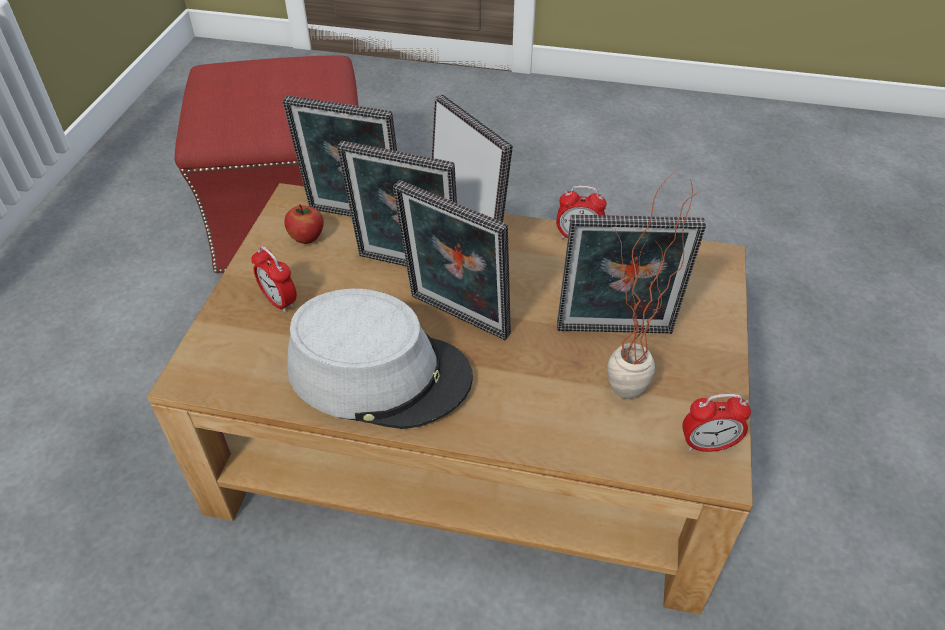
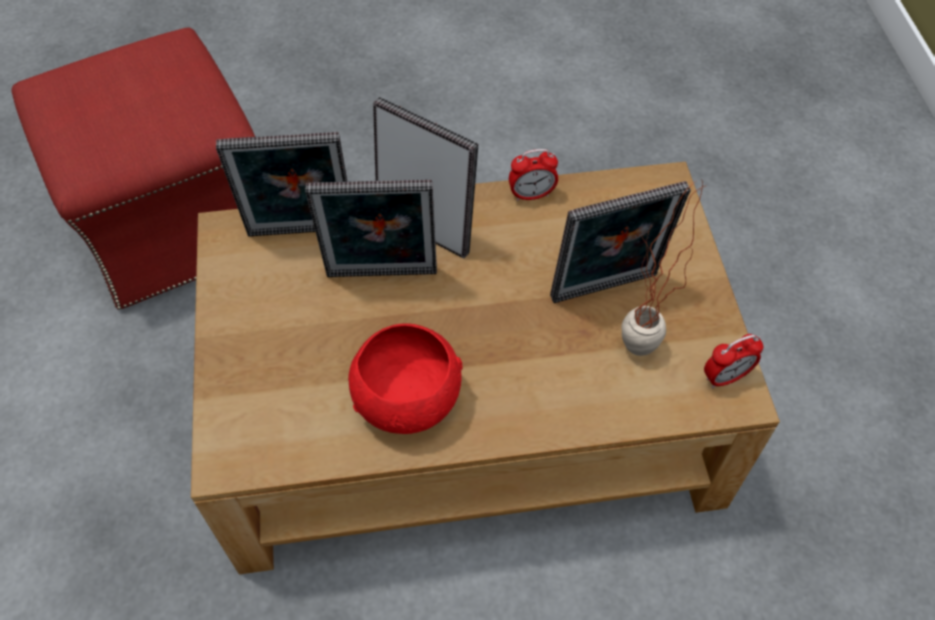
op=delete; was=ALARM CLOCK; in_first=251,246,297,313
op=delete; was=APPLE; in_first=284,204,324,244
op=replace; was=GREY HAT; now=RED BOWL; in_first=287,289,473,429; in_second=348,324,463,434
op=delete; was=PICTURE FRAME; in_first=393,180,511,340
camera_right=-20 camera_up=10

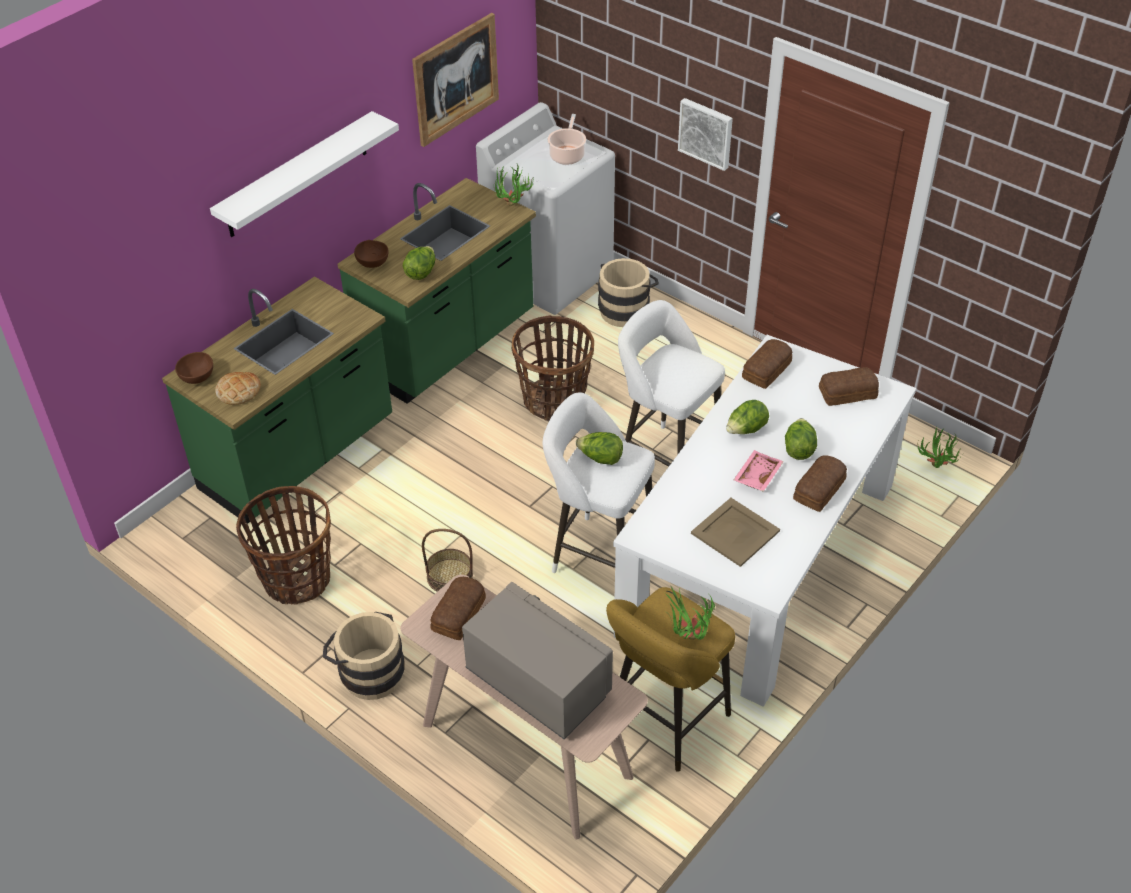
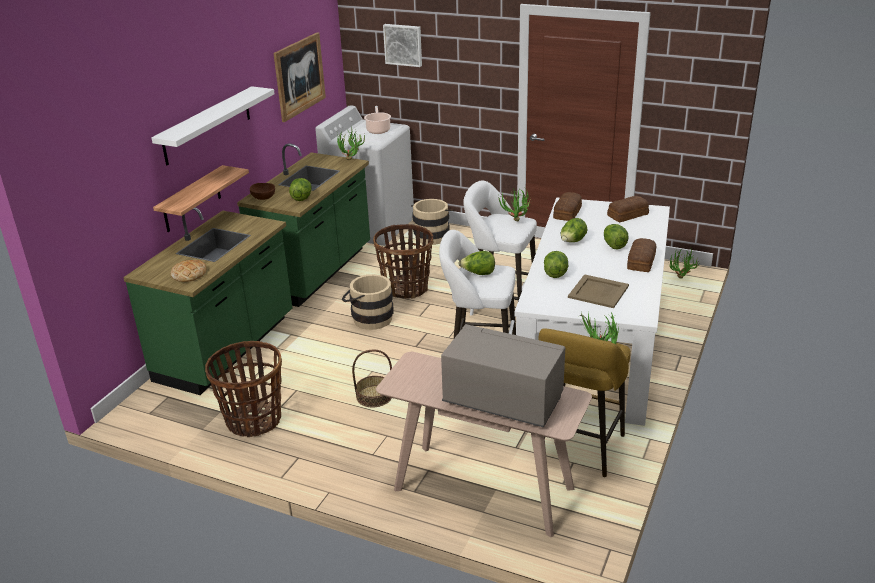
op=delete; was=BROWN BOWL; in_first=175,352,213,384
op=move; was=BEIGE BUCKET; in_first=323,612,404,700; in_second=342,274,394,330
op=delete; was=BREAD; in_first=430,577,486,640
op=move; was=PICTURE; in_first=678,98,733,171; in_second=383,24,422,67
op=delete; was=PINK TRAY; in_first=734,450,784,492
op=insert; now=SHELF; in_second=153,165,249,232
op=insert; now=POTTED PLANT; in_second=498,189,530,221
op=insert; now=LETTUCE; in_second=544,251,568,278
camera_right=-15 camera_up=-15

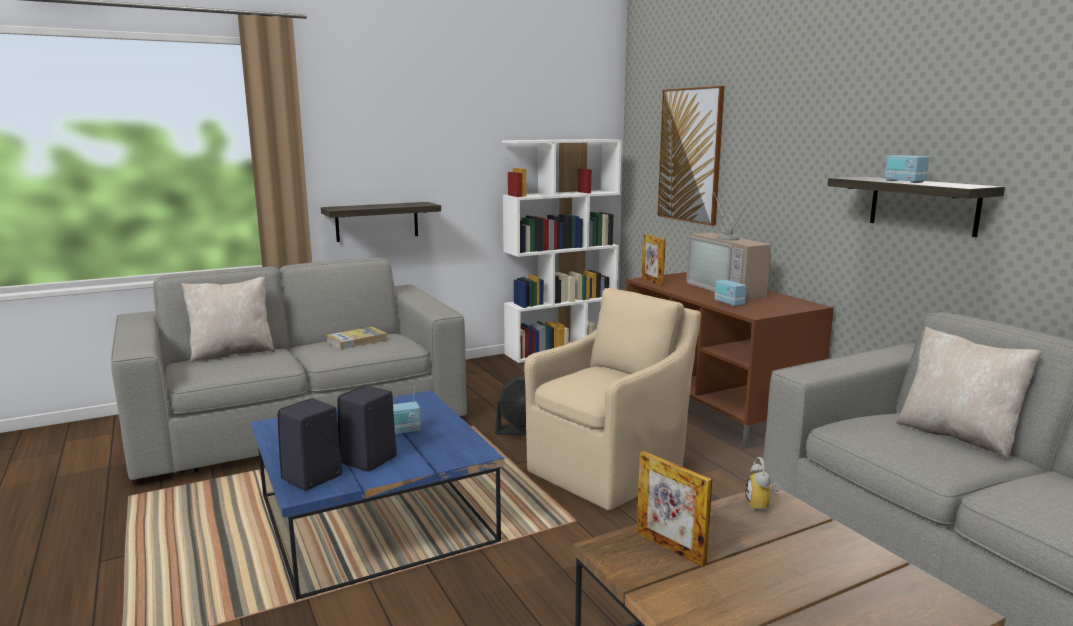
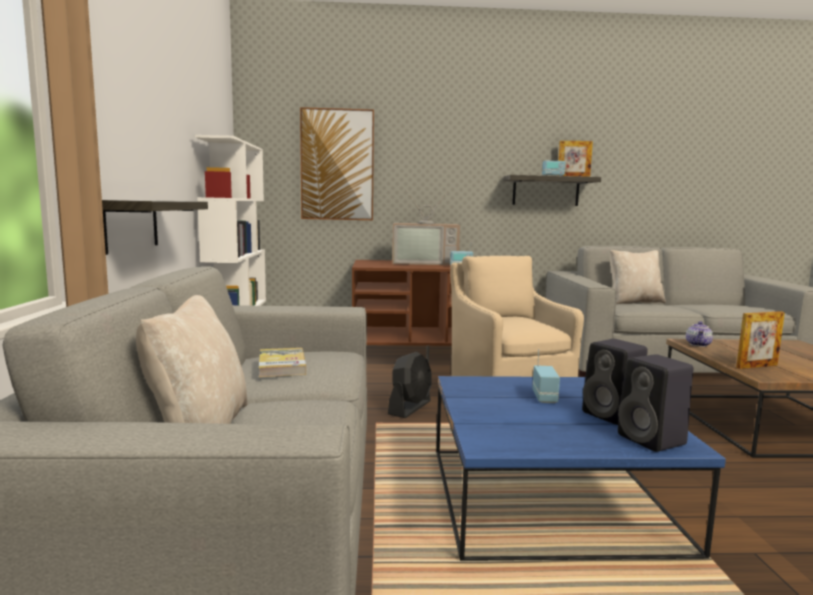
op=move; was=PICTURE FRAME; in_first=642,234,666,286; in_second=557,141,593,177
op=replace; was=ALARM CLOCK; now=TEAPOT; in_first=745,457,780,513; in_second=686,321,713,347
camera_right=-65 camera_up=-5

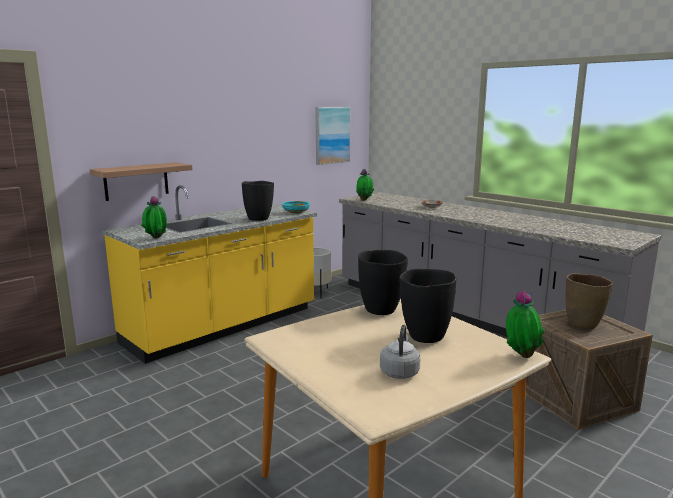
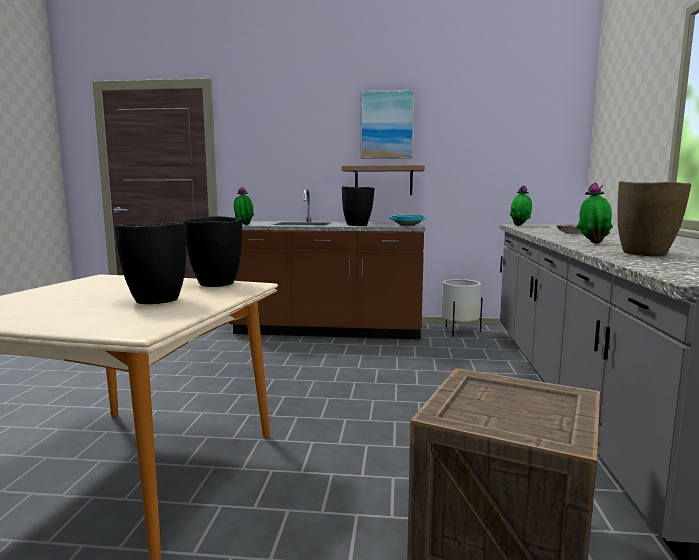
op=move; was=SHELF; in_first=89,162,192,201; in_second=342,165,425,195
op=recolor; was=YELLOW COUNTER; now=BROWN COUNTER; in_first=102,185,317,364; in_second=229,189,425,339
op=move; was=PICTURE; in_first=316,107,351,165; in_second=361,90,414,159
op=delete; was=GREY KETTLE; in_first=380,325,421,379
op=move; was=POTTED PLANT; in_first=506,291,545,358; in_second=576,183,613,244
op=move; was=BROWN VASE; in_first=565,273,613,330; in_second=617,181,691,257
camera_right=50 camera_up=-5

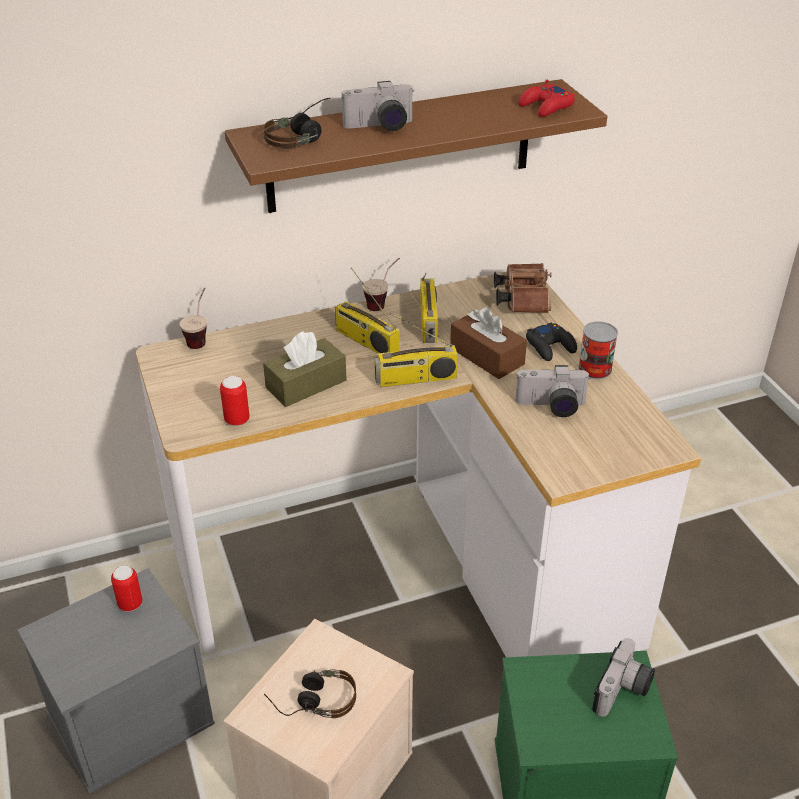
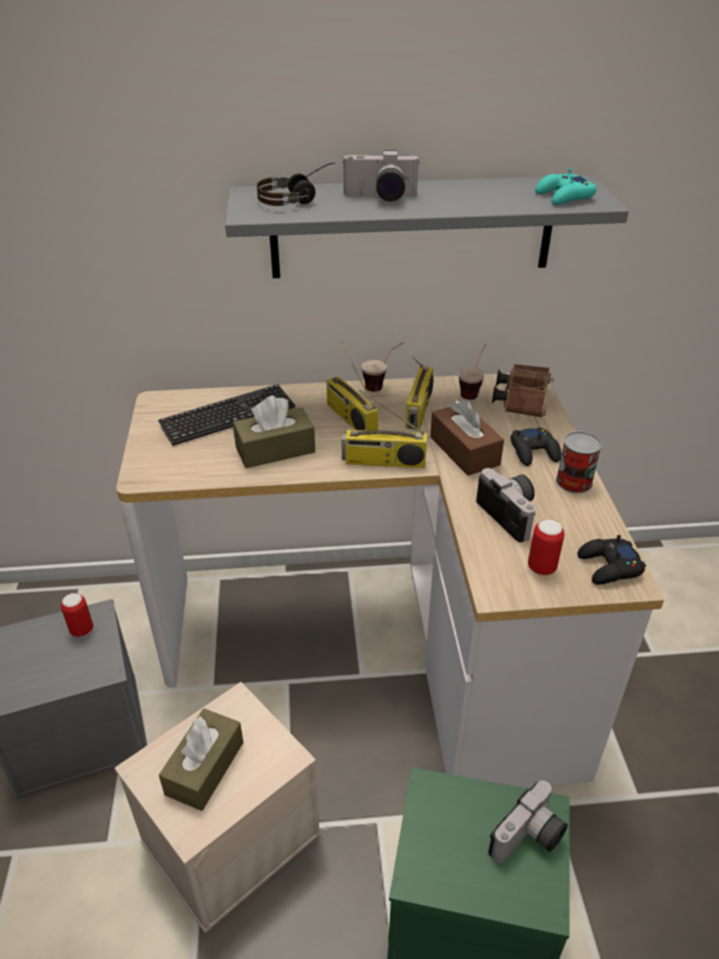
op=move; was=CUP; in_first=179,288,207,349; in_second=458,343,486,400
op=move; was=CAN; in_first=220,376,250,426; in_second=528,519,564,575
op=recolor; was=BROWN SHELF; now=GREY SHELF; in_first=225,79,608,213; in_second=225,175,629,278
op=replace; was=HEADPHONES; now=BROWN TISSUE BOX; in_first=264,669,356,718; in_second=159,709,244,811
op=rotate; was=PHOTO CAMERA; in_first=515,365,590,417; in_second=476,468,536,542; clockwise=-135
op=recolor; was=RED GAME CONTROLLER; now=TURQUOISE GAME CONTROLLER; in_first=518,80,575,117; in_second=535,168,597,205
op=insert; now=KEYBOARD; in_second=158,384,295,446
op=insert; now=BLACK GAME CONTROLLER; in_second=577,535,646,585
camera_right=15 camera_up=0

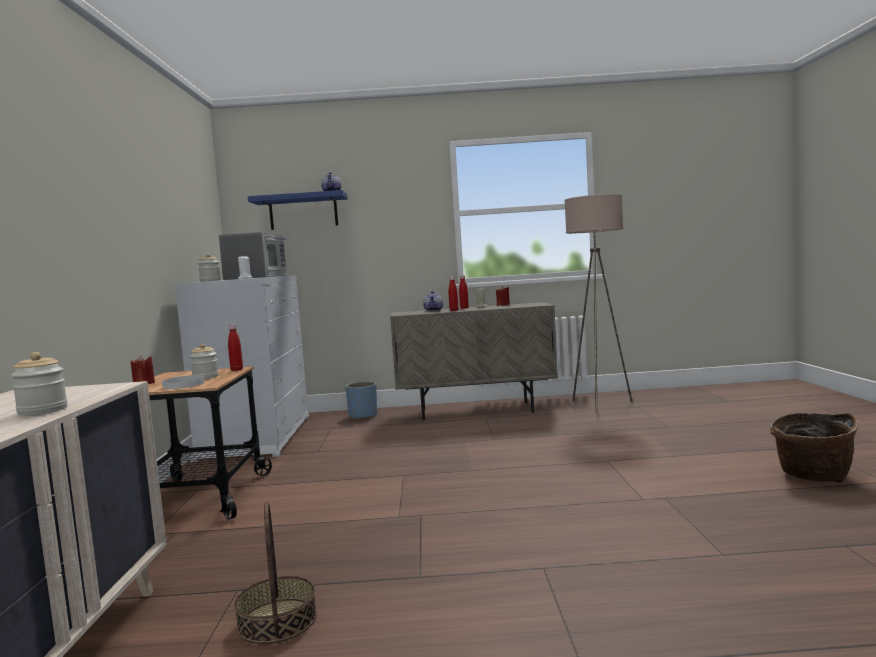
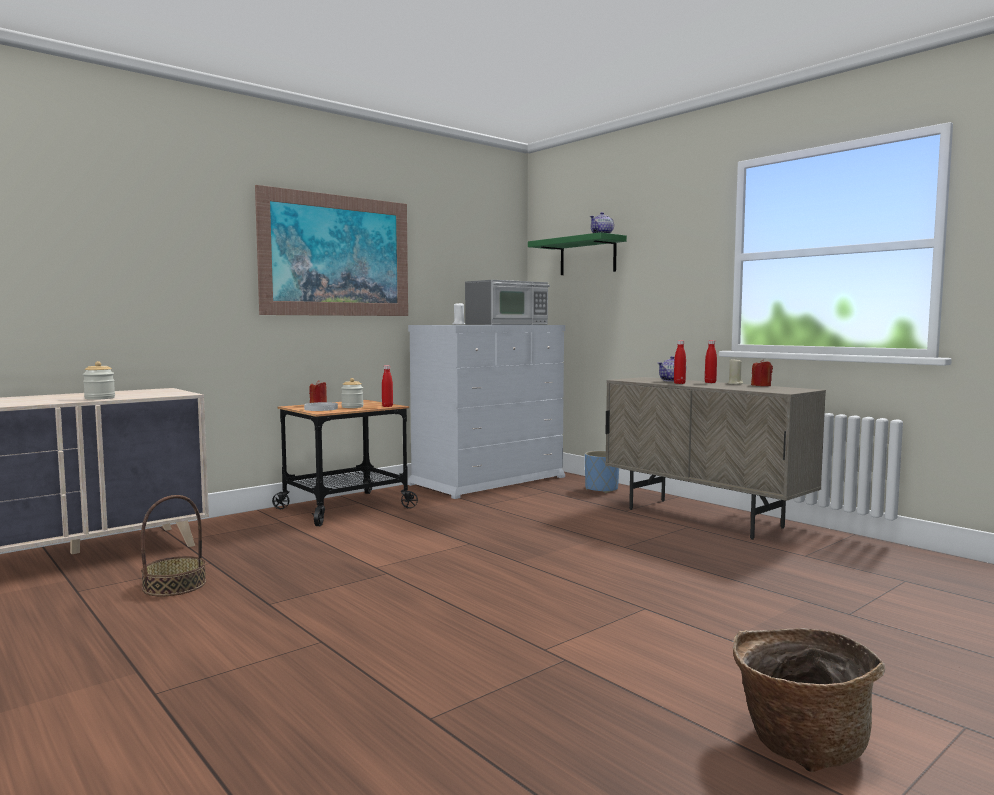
op=delete; was=JAR; in_first=198,254,221,281
op=recolor; was=BLUE SHELF; now=GREEN SHELF; in_first=248,190,348,230; in_second=528,232,627,275
op=delete; was=BEIGE FLOOR LAMP; in_first=564,194,632,413
op=insert; now=PICTURE; in_second=255,185,408,316
camera_right=50 camera_up=0

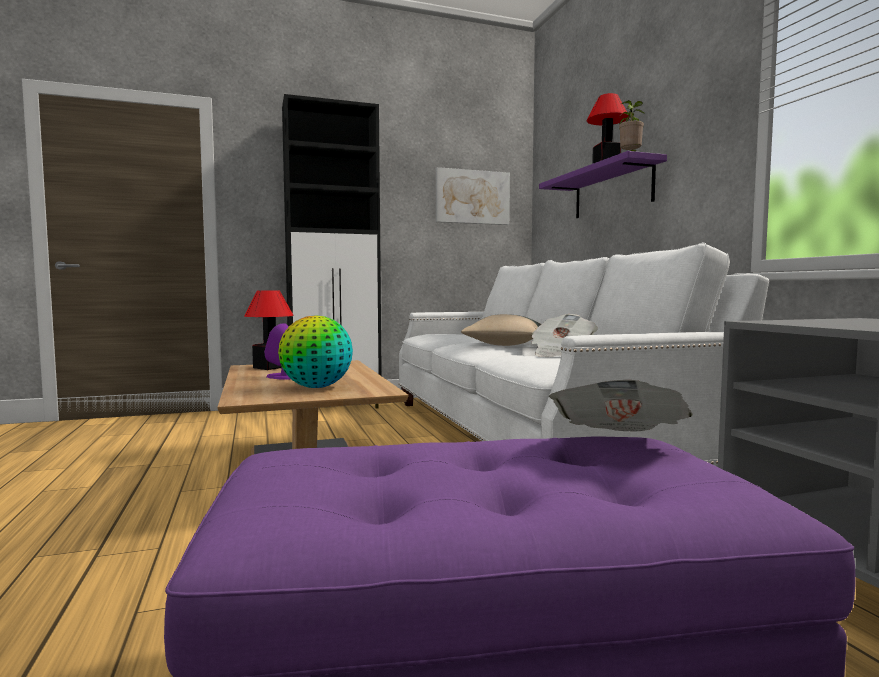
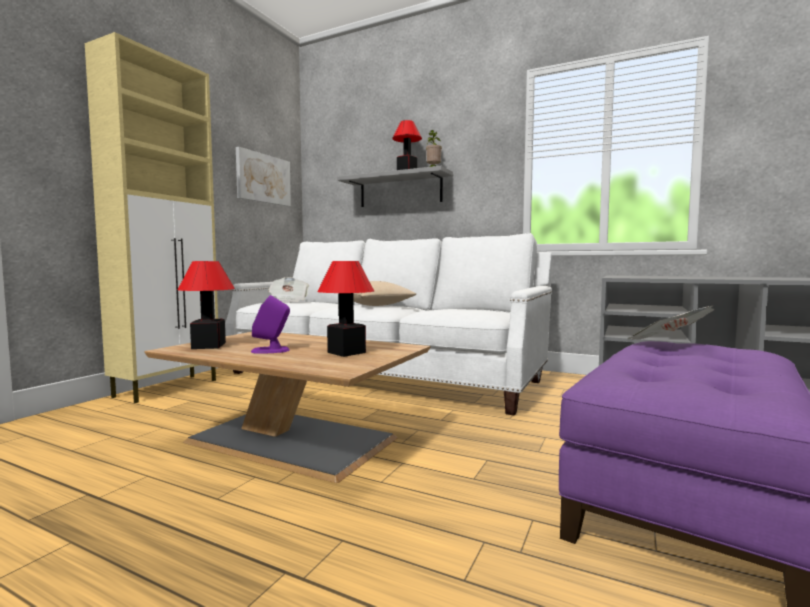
op=replace; was=GLOBE; now=TABLE LAMP; in_first=278,315,353,388; in_second=317,261,374,357
op=recolor; was=BLACK CABINET; now=BEIGE CABINET; in_first=282,94,382,408; in_second=85,32,218,403
op=move; was=NEWSPAPER; in_first=531,314,598,357; in_second=268,277,309,303
op=recolor; was=PURPLE SHELF; now=GREY SHELF; in_first=539,151,667,218; in_second=337,166,453,207
camera_right=-45 camera_up=0

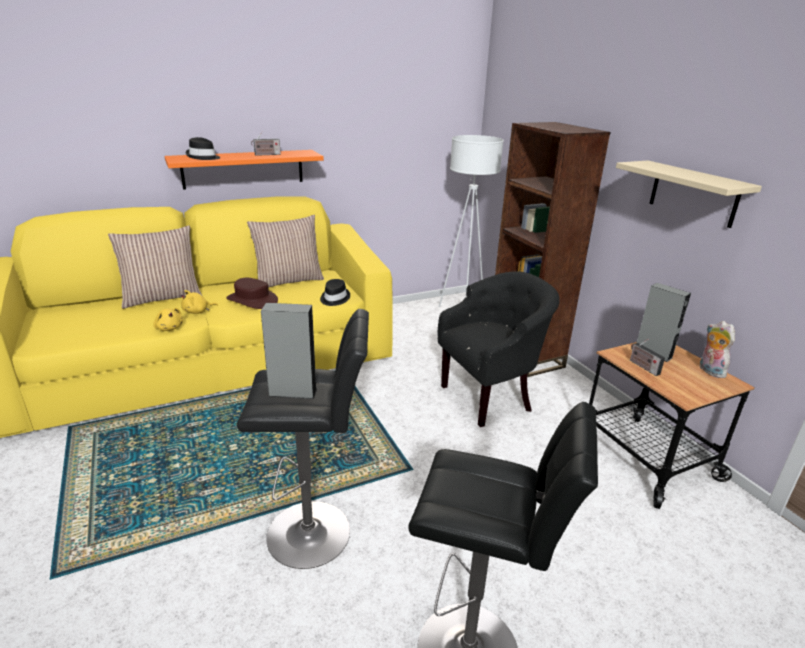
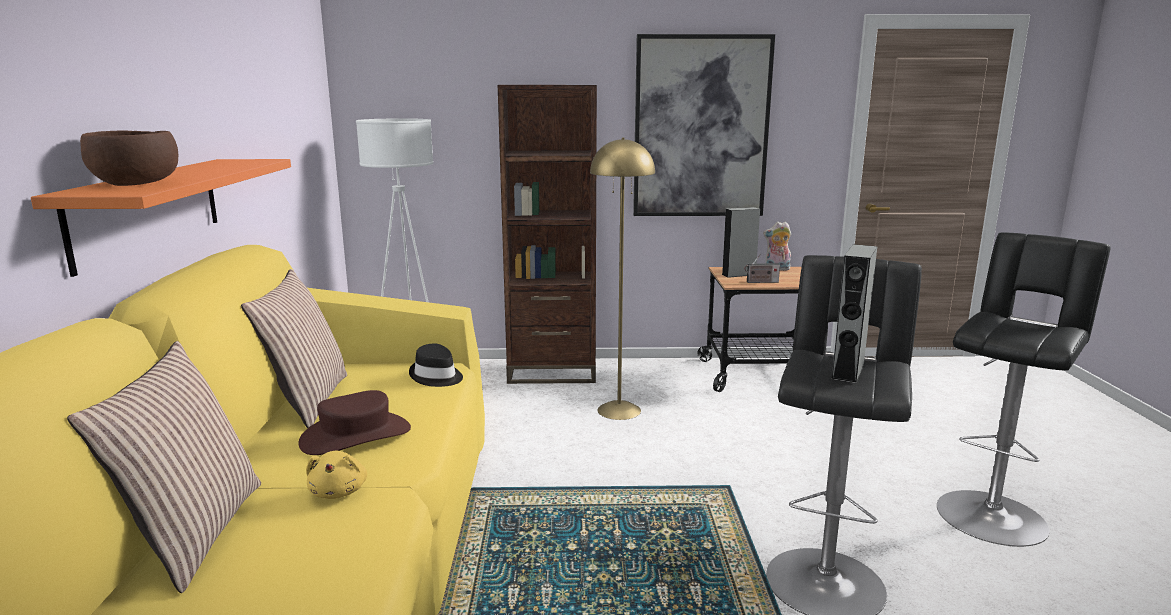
op=delete; was=YELLOW PLUSH TOY; in_first=153,308,183,331
op=replace; was=BLACK HAT; now=BROWN BOWL; in_first=186,137,221,160; in_second=80,130,178,186
op=delete; was=RADIO; in_first=251,131,281,156
op=replace; was=BLACK ARMCHAIR; now=YELLOW FLOOR LAMP; in_first=437,271,560,427; in_second=590,137,655,420
op=replace; was=BEIGE SHELF; now=PICTURE; in_first=616,160,762,228; in_second=633,34,775,216
camera_right=-65 camera_up=-10

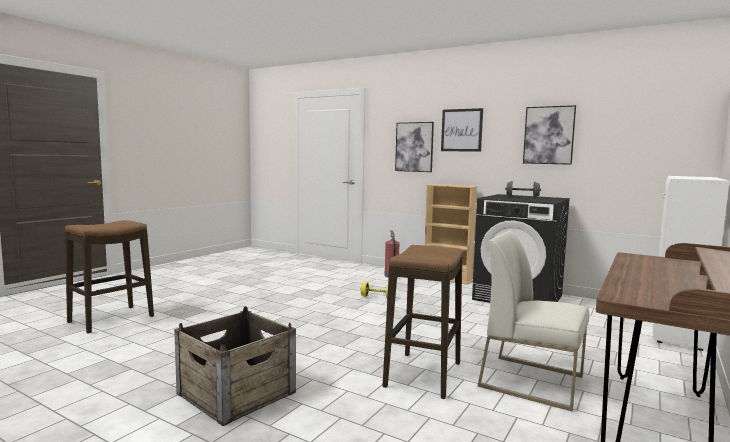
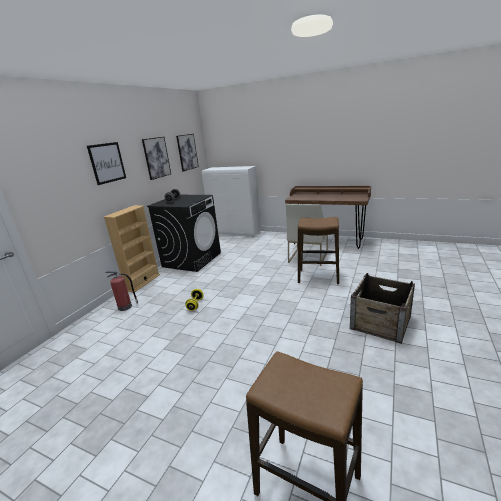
op=move; was=PICTURE; in_first=395,122,434,172; in_second=176,134,199,172
camera_right=-95 camera_up=15

